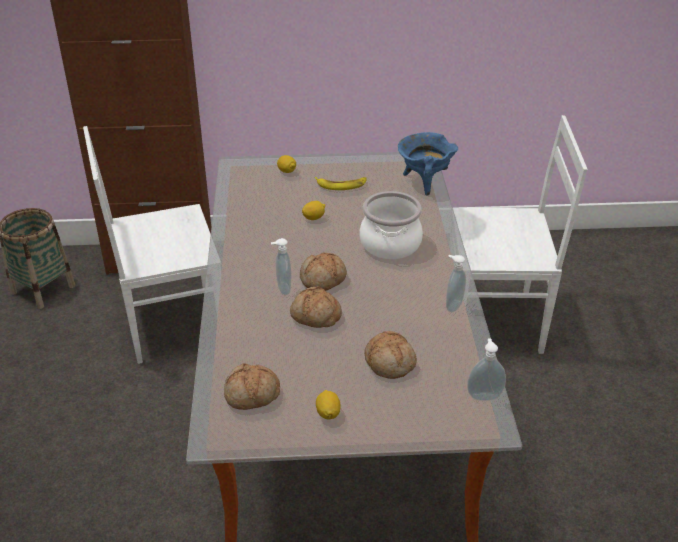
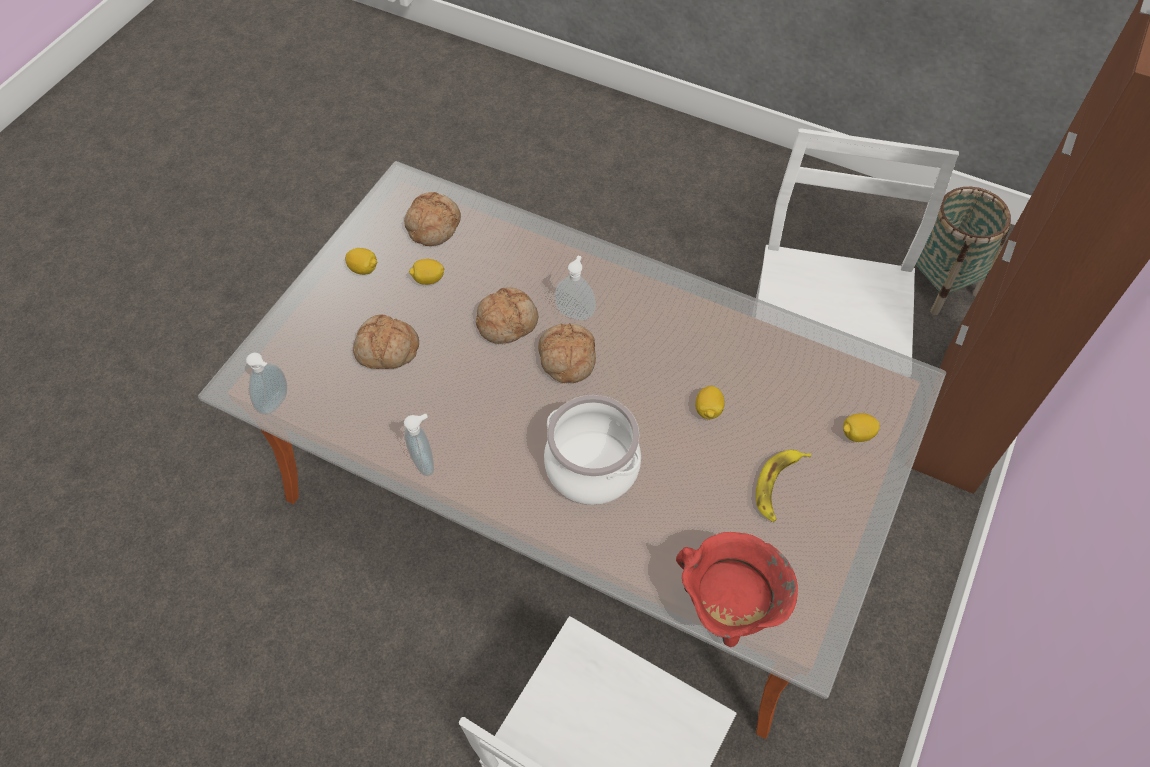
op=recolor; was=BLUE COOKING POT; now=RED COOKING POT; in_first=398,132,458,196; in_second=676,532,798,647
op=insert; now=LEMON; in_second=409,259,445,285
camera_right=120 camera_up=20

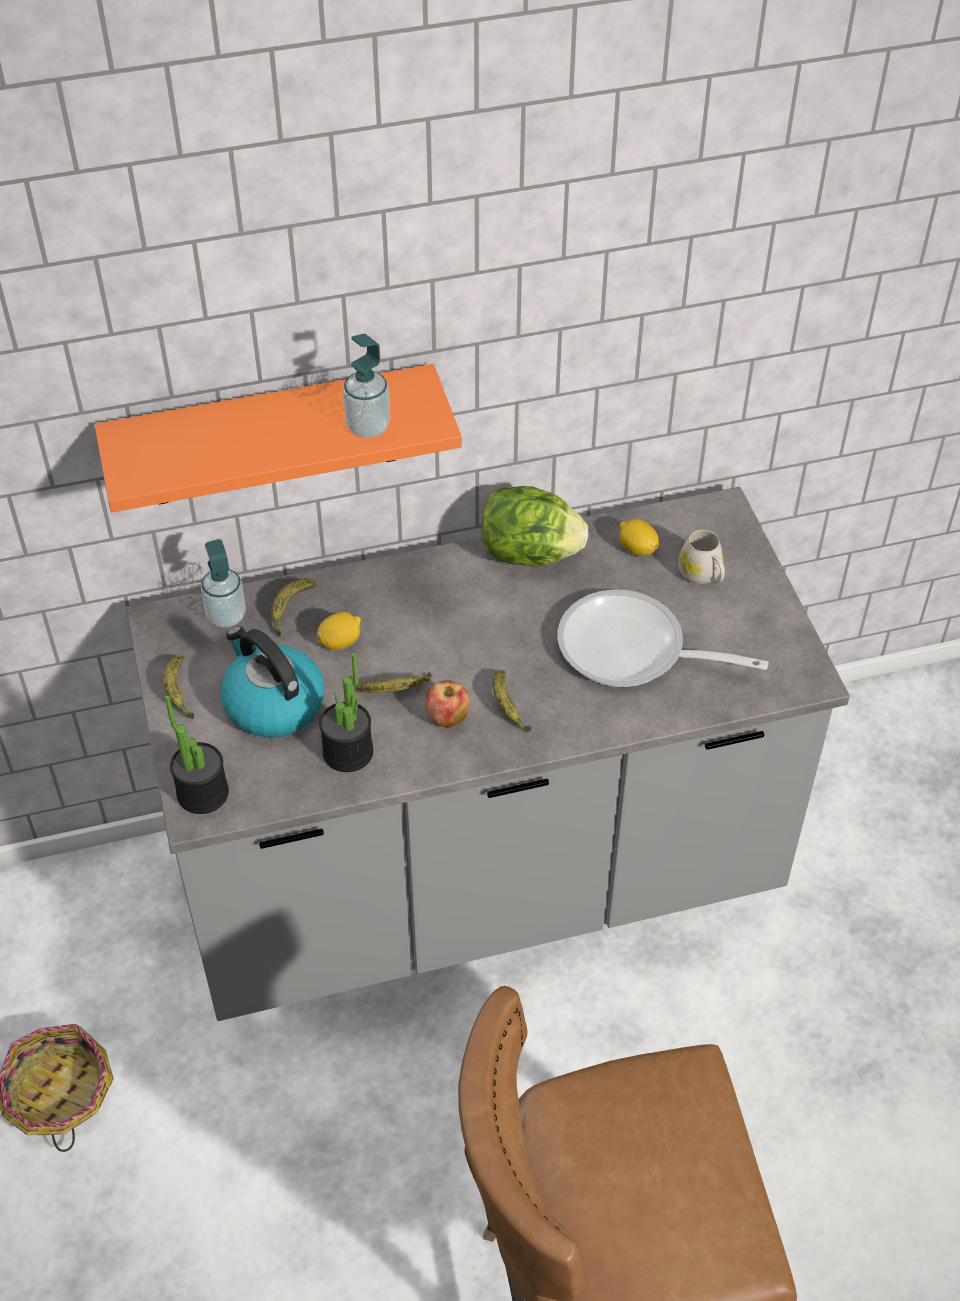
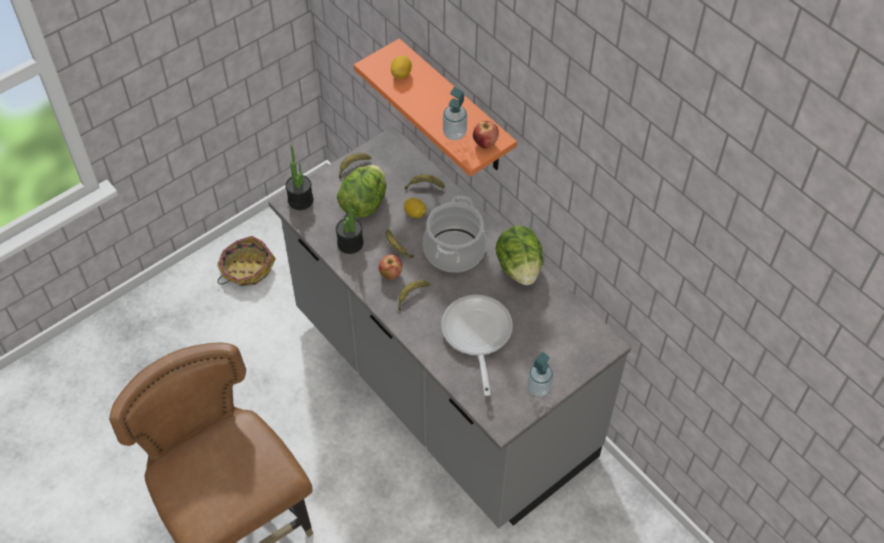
op=move; was=SOAP DISPENSER; in_first=201,539,246,628; in_second=527,352,553,397
op=replace; was=KETTLE; now=LETTUCE; in_first=221,626,324,738; in_second=337,165,386,218
op=move; was=LEMON; in_first=619,519,659,556; in_second=391,55,412,79
op=delete; was=WHITE MUG; in_first=678,529,725,584
op=insert; now=COOKING POT; in_second=423,195,487,273
op=insert; now=APPLE; in_second=473,121,499,149
camera_right=65 camera_up=5

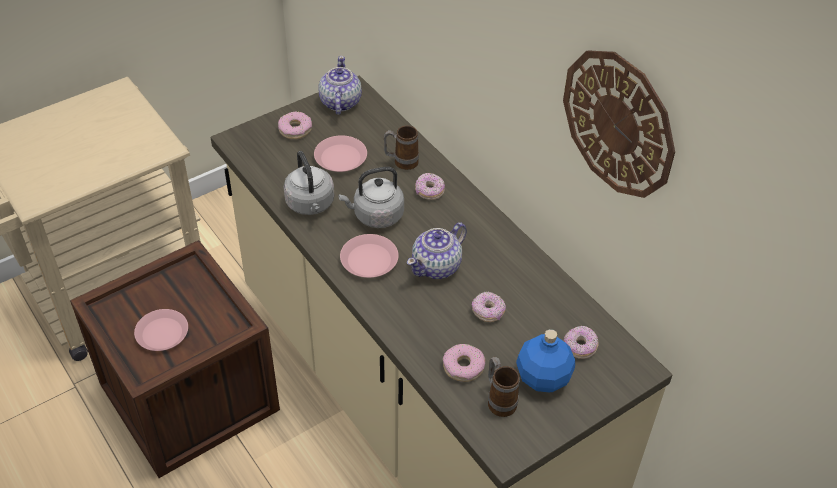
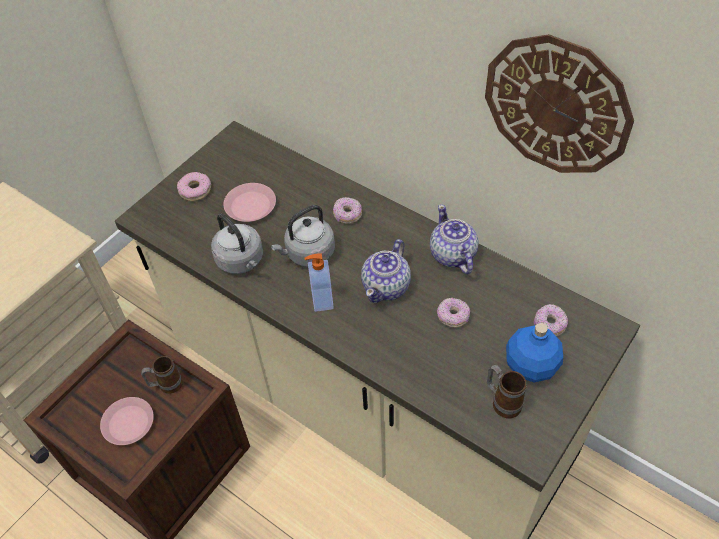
op=move; was=TEAPOT; in_first=318,56,362,115; in_second=430,204,479,274
op=replace; was=PINK PLATE; now=SOAP DISPENSER; in_first=340,234,399,278; in_second=304,253,334,312
op=move; was=MUG; in_first=383,126,419,170; in_second=141,356,183,394
op=delete; was=DONUT; in_first=443,344,485,382
camera_right=-15 camera_up=5

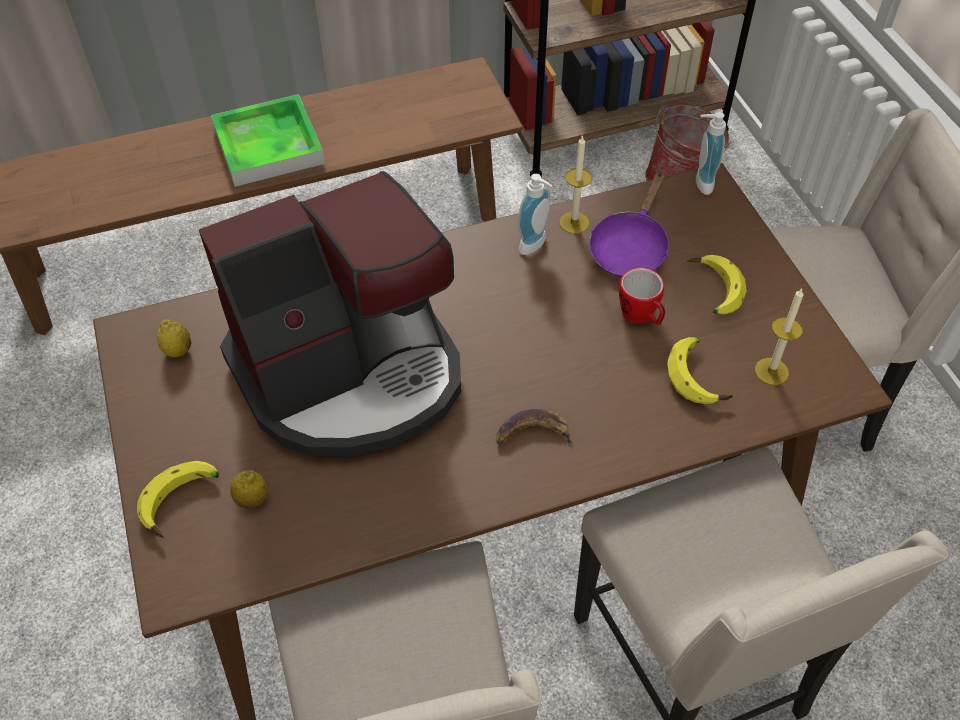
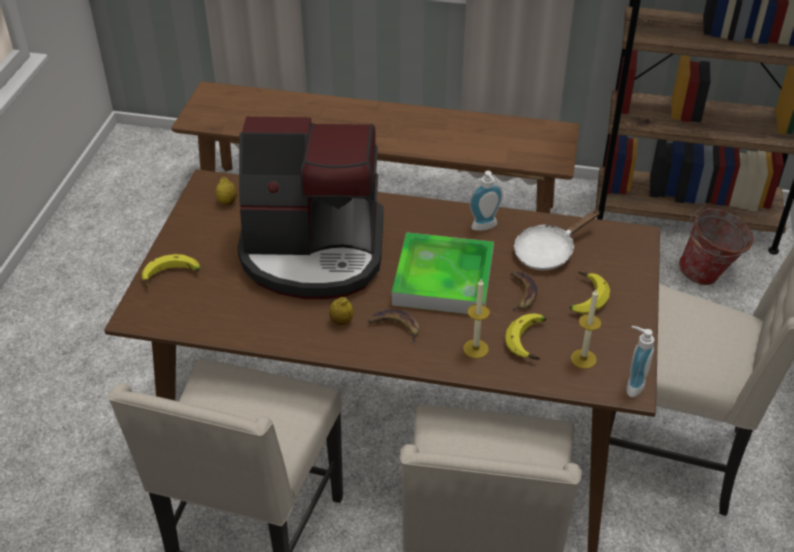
op=move; was=TRAY; in_first=211,94,325,187; in_second=392,232,494,314
op=move; was=LEMON; in_first=230,470,268,509; in_second=329,297,353,325
op=move; was=CANDLE; in_first=559,135,592,234; in_second=463,279,490,358
op=recolor; was=PURPLE FRYING PAN; now=WHITE FRYING PAN; in_first=589,170,669,277; in_second=514,210,600,270
op=replace; was=MUG; now=BANANA; in_first=619,268,665,325; in_second=510,272,537,312
op=move; was=SOAP DISPENSER; in_first=696,112,726,195; in_second=627,326,654,397
camera_right=30 camera_up=-10

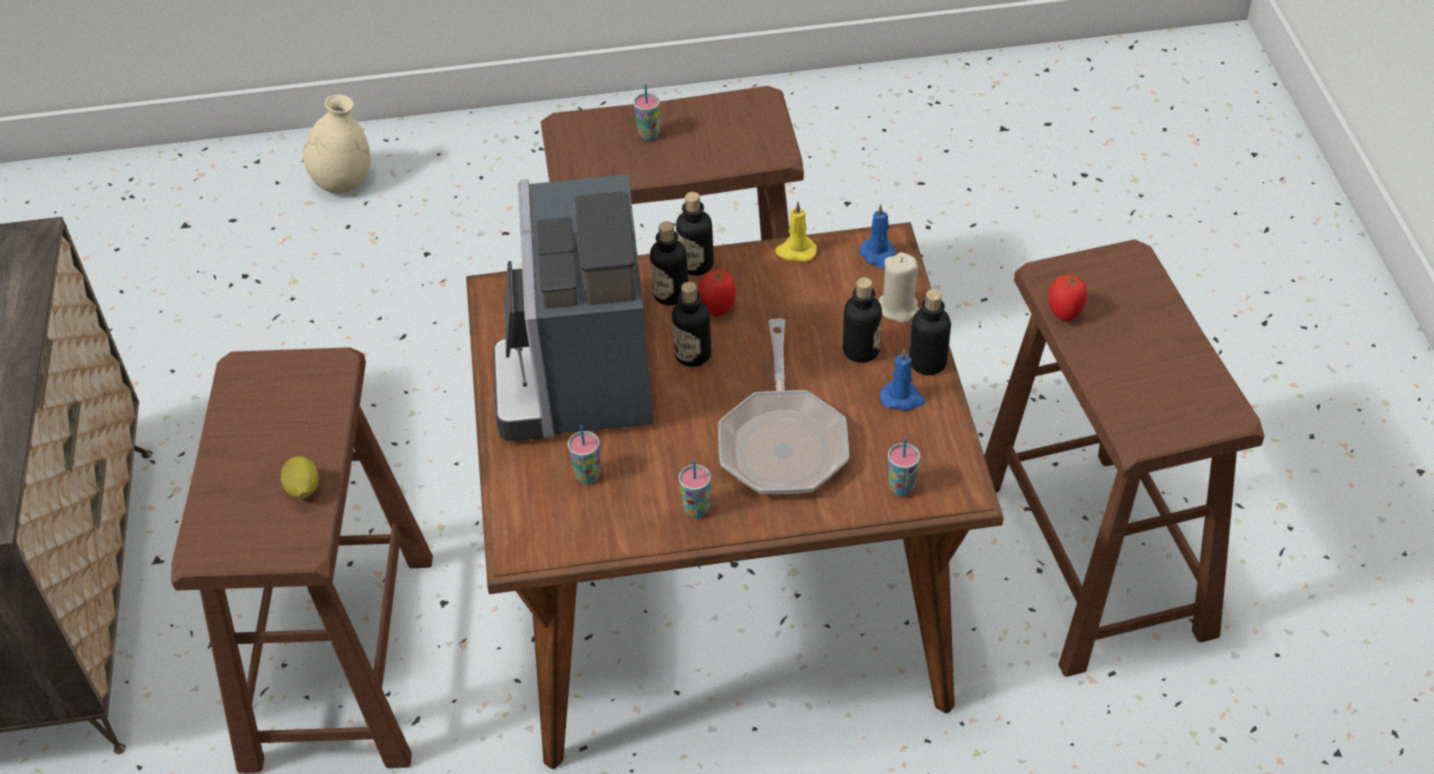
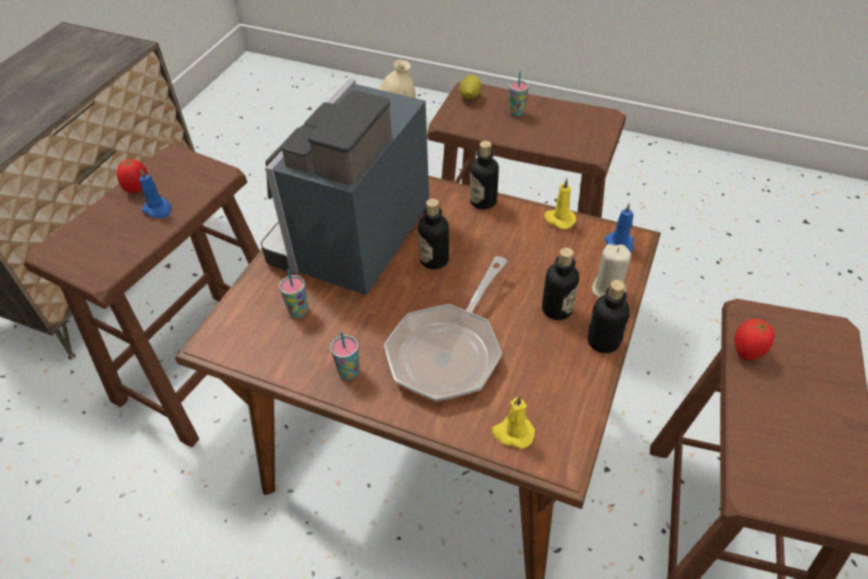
op=move; was=LEMON; in_first=281,457,319,499; in_second=459,75,481,99
op=delete; was=BOTTLE; in_first=650,221,688,306
op=move; was=TOMATO; in_first=698,270,736,316; in_second=117,159,148,193
op=move; was=BLUE CANDLE; in_first=880,348,926,411; in_second=139,168,171,218
op=replace; was=CUP; now=YELLOW CANDLE; in_first=888,437,920,496; in_second=492,395,535,449
camera_right=30 camera_up=0

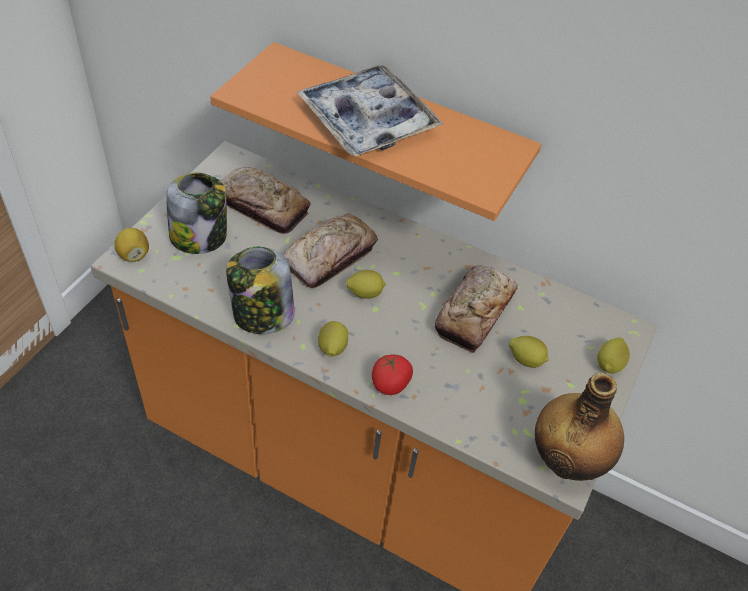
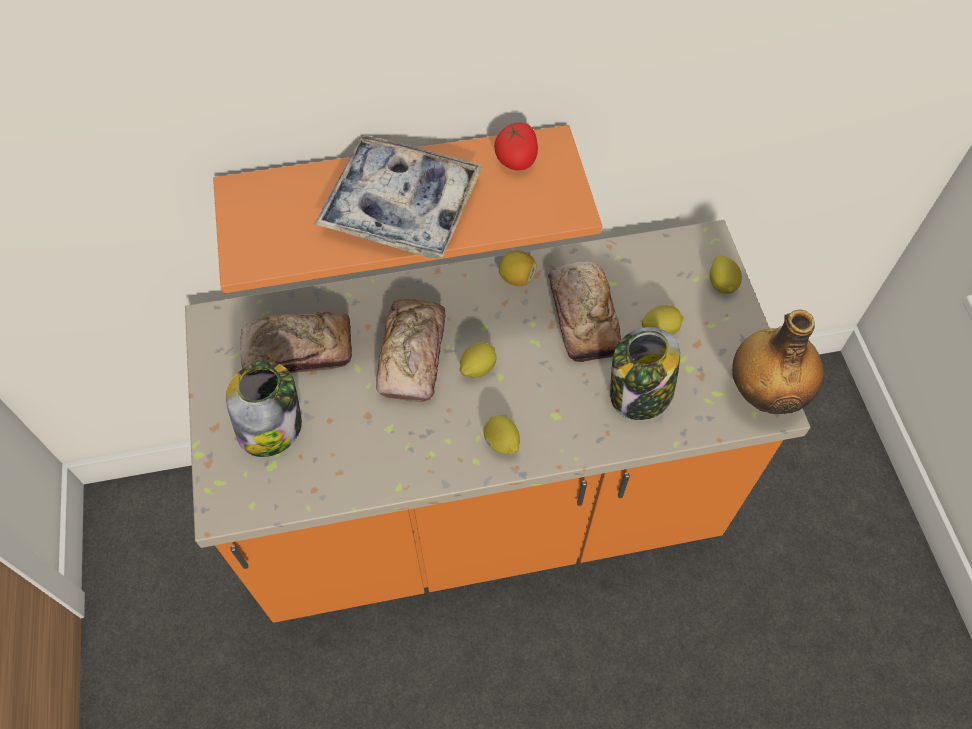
op=move; was=LEMON; in_first=114,228,149,262; in_second=499,250,537,286
op=move; was=JAR; in_first=226,247,295,334; in_second=610,327,680,420
op=move; was=TOMATO; in_first=372,354,413,395; in_second=494,122,538,170
camera_right=-35 camera_up=10

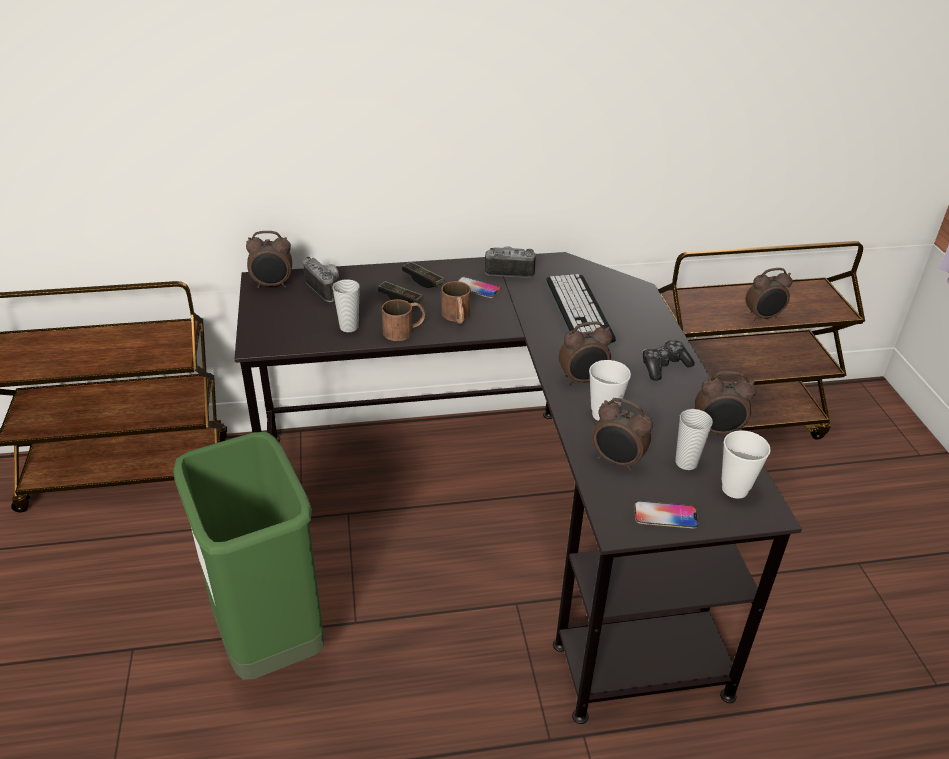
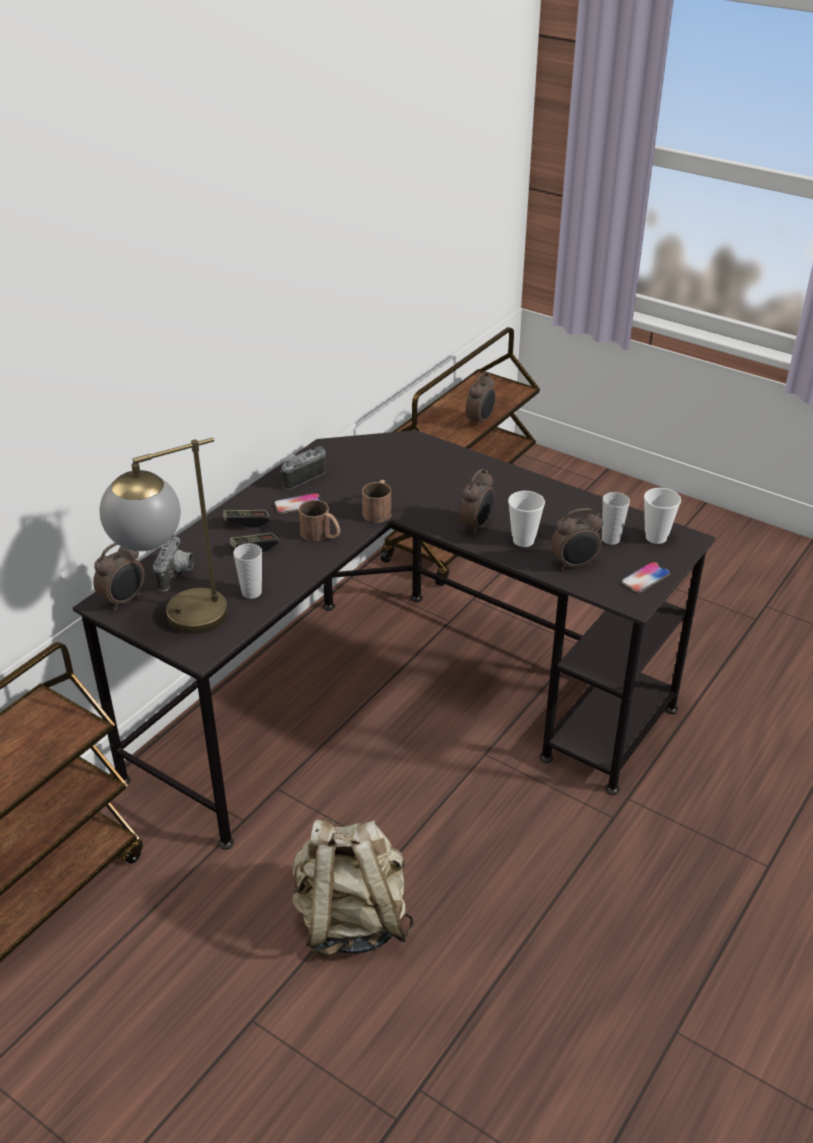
op=replace; was=GREEN TRASH CAN; now=BEIGE BACKPACK; in_first=173,432,324,680; in_second=292,818,414,956
op=rotate; was=PHOTO CAMERA; in_first=303,257,339,302; in_second=153,535,194,592; clockwise=90
op=move; was=BROWN MUG; in_first=382,299,425,341; in_second=362,480,391,523
op=delete; was=KEYBOARD; in_first=546,274,616,343
op=delete; was=GAME CONTROLLER; in_first=642,340,695,381
op=delete; was=ALARM CLOCK; in_first=695,371,756,434
op=insert; now=TABLE LAMP; in_second=99,438,228,634
camera_right=-45 camera_up=0

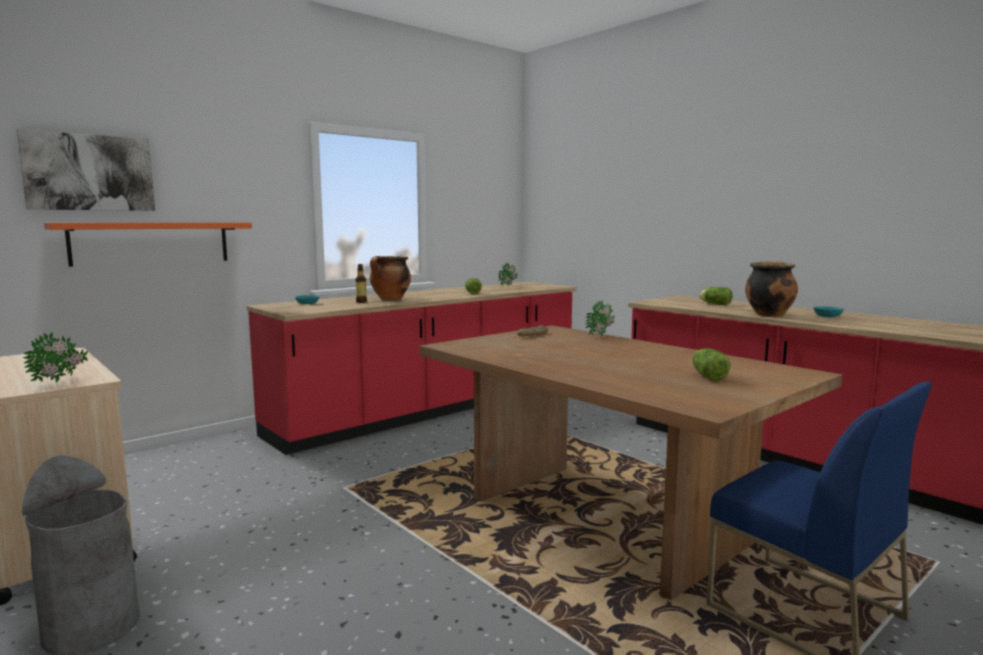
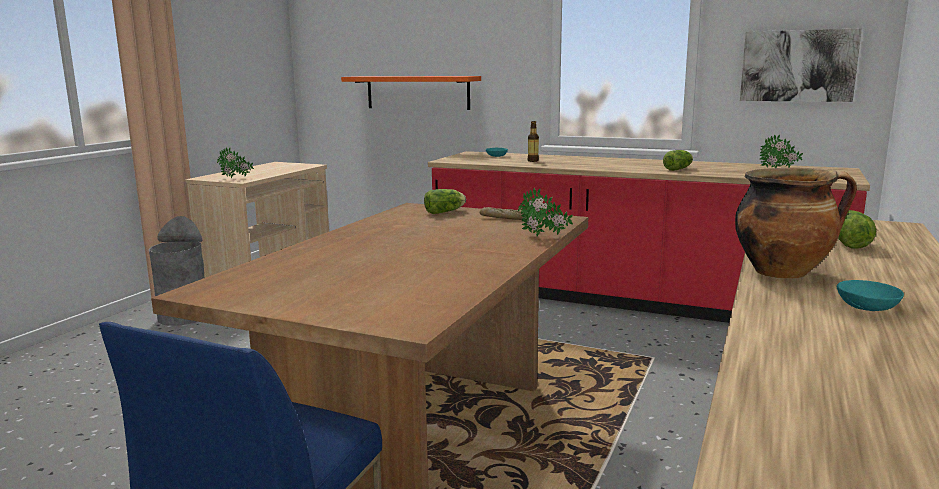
op=move; was=PICTURE; in_first=17,129,155,211; in_second=740,28,862,102
op=delete; was=COOKING POT; in_first=370,256,411,300
op=move; was=LETTUCE; in_first=692,348,730,381; in_second=424,189,466,214
camera_right=65 camera_up=5

